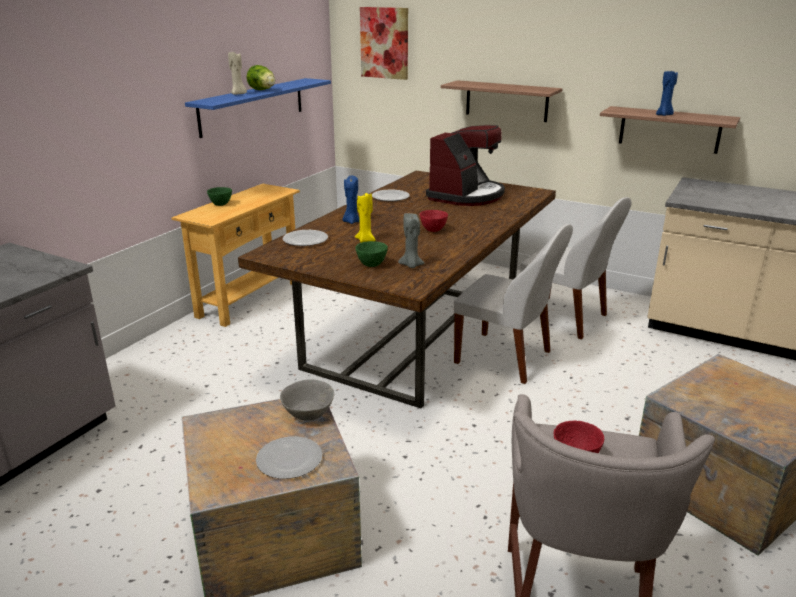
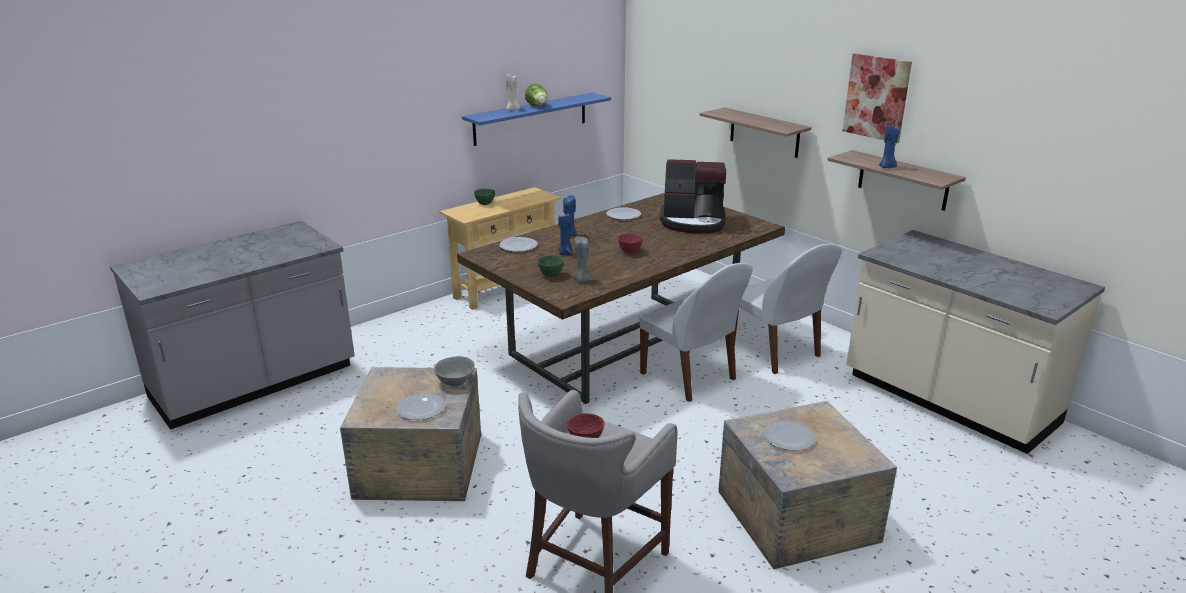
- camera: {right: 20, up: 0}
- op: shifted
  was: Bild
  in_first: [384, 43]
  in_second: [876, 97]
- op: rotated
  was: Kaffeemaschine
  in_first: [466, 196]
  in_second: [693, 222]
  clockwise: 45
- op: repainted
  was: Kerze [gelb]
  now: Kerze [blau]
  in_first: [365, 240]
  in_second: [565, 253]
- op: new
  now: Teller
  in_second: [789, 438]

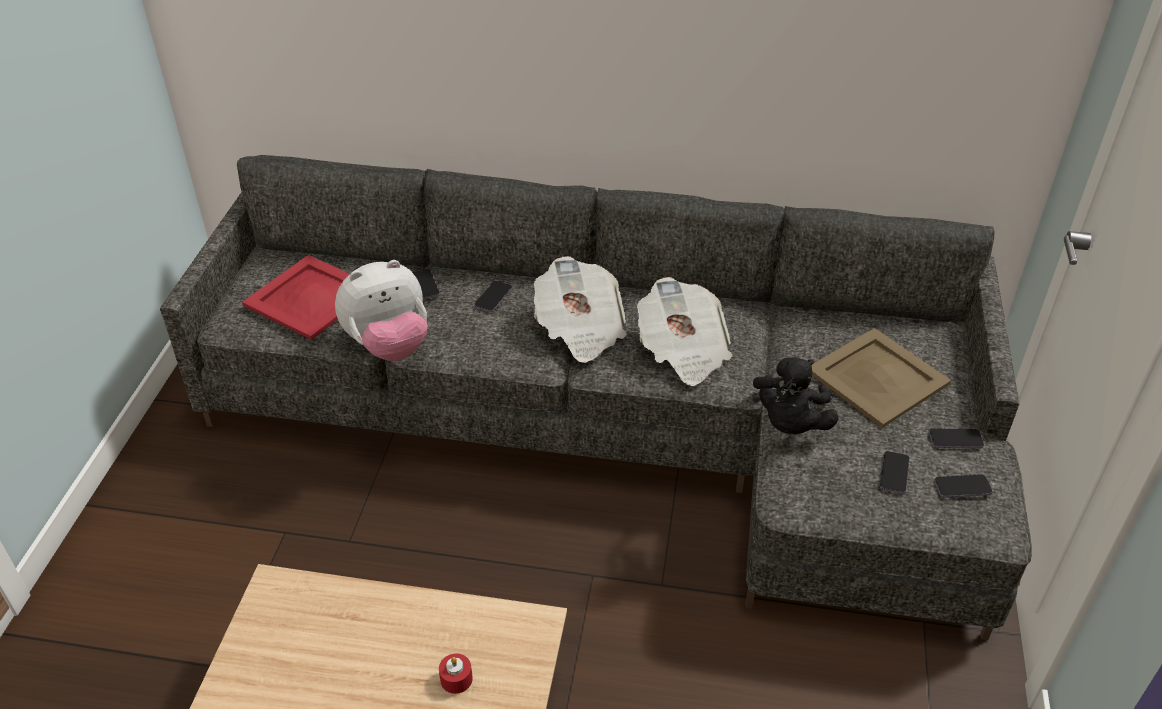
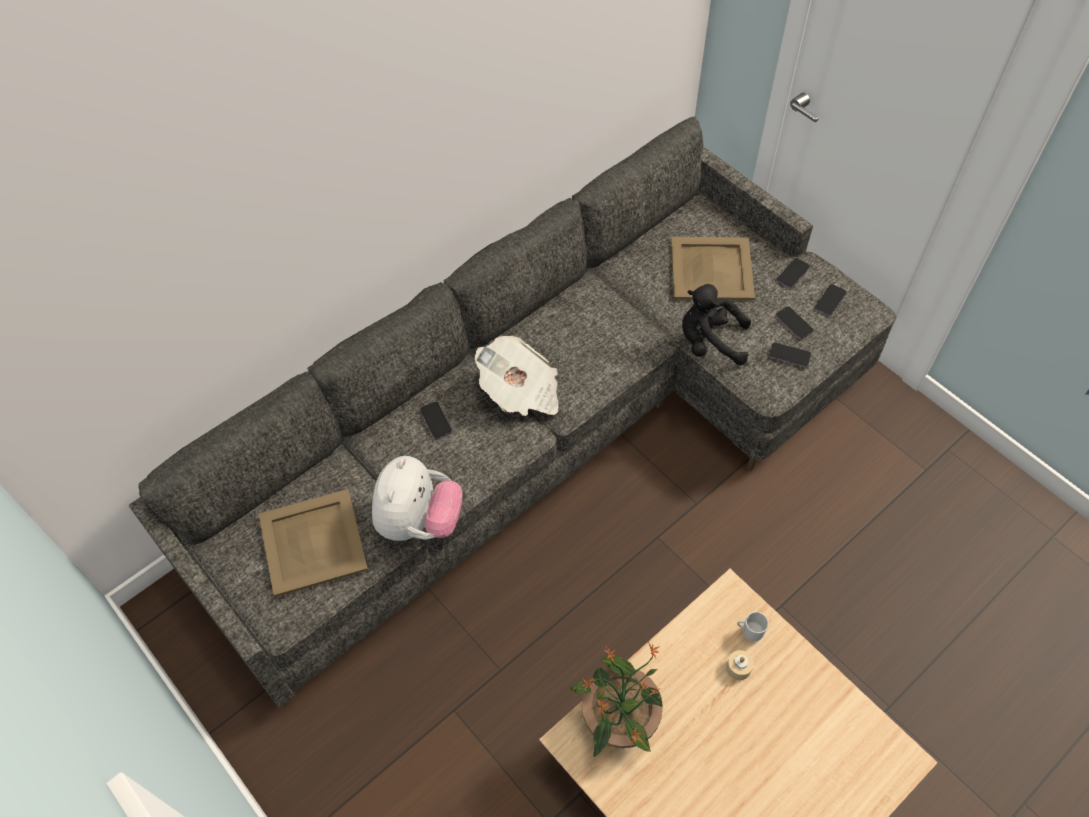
- camera: {right: -50, up: 15}
- op: repainted
  was: Tablett [rot]
  now: Tablett [beige]
  in_first: [310, 298]
  in_second: [314, 543]
- op: shifted
  was: Handy
  in_first: [425, 285]
  in_second: [789, 356]
- op: gone
  was: Zeitung
  in_first: [683, 351]
- op: rotated
  was: Plüschtier [schwarz]
  in_first: [790, 423]
  in_second: [709, 342]
  clockwise: 135
- op: repainted
  was: Kerze [rot]
  now: Kerze [beige]
  in_first: [456, 679]
  in_second: [738, 668]
- op: new
  now: Henkelbecher
  in_second: [750, 631]
- op: new
  now: Topfpflanze
  in_second: [618, 720]

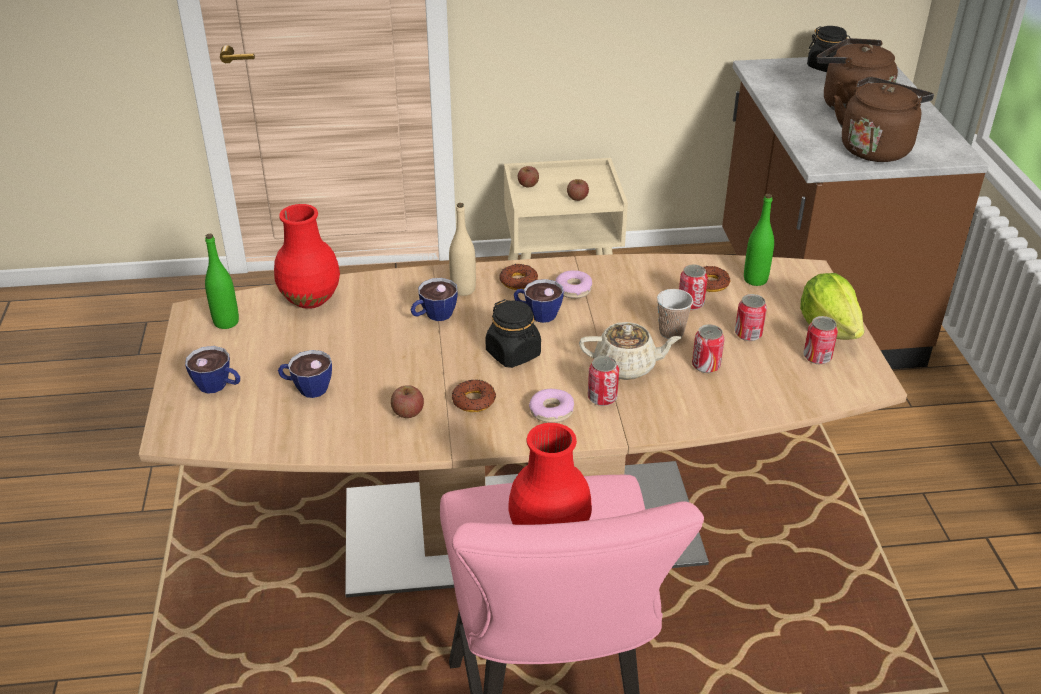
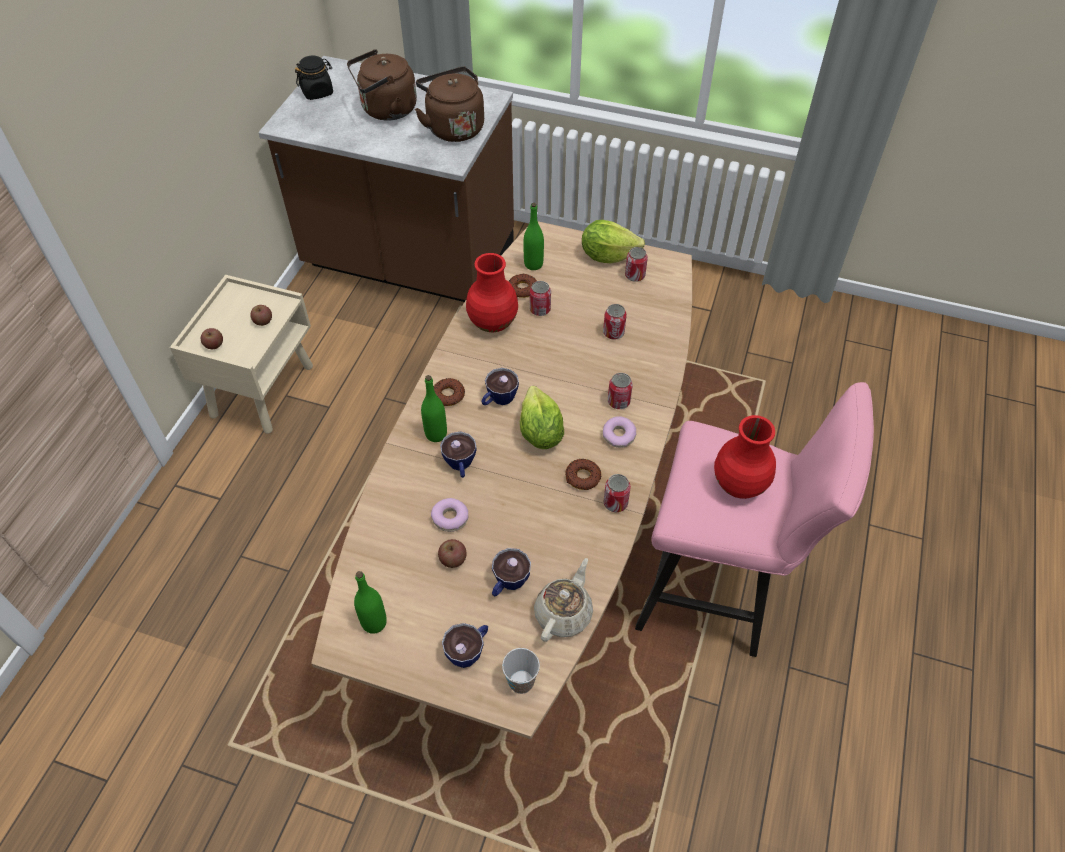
- camera: {right: -65, up: 15}
- op: repainted
  was: Flasche [beige]
  now: Flasche [grün]
  in_first: [463, 289]
  in_second: [436, 434]
- op: shifted
  was: Vase [rot]
  in_first: [311, 299]
  in_second: [493, 322]
- op: shifted
  was: Donut
  in_first: [573, 289]
  in_second: [450, 518]
- op: shifted
  was: Tasse
  in_first: [671, 332]
  in_second: [521, 682]
- op: shifted
  was: Dose
  in_first: [748, 334]
  in_second: [615, 503]
- op: swapped
  was: Vorratsglas [schwarz]
  now: Salatkopf
  in_first: [513, 354]
  in_second: [540, 433]
- op: shifted
  was: Teekanne [beige]
  in_first: [626, 366]
  in_second: [564, 613]
- op: shifted
  was: Apfel
  in_first: [408, 412]
  in_second: [453, 559]

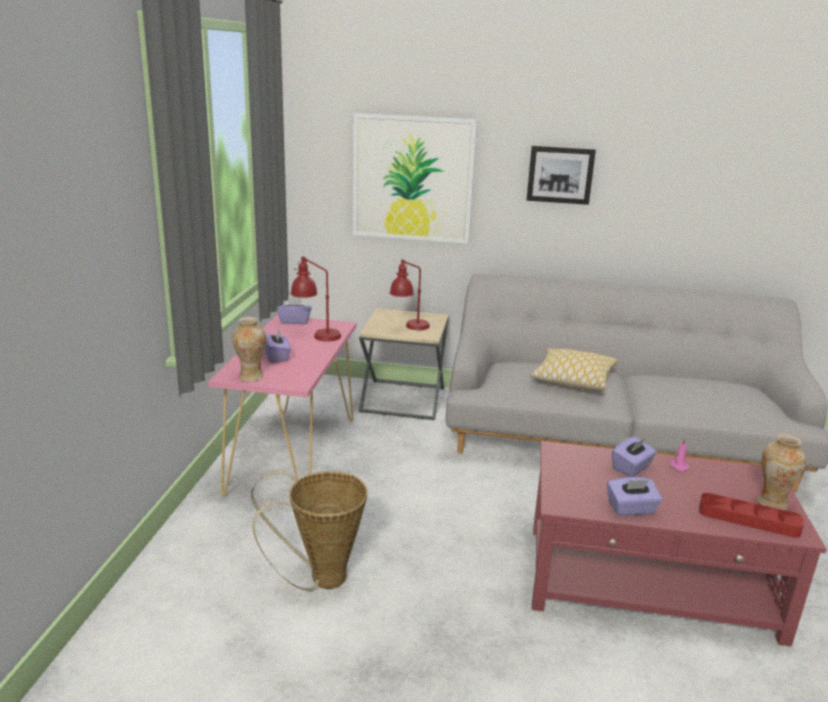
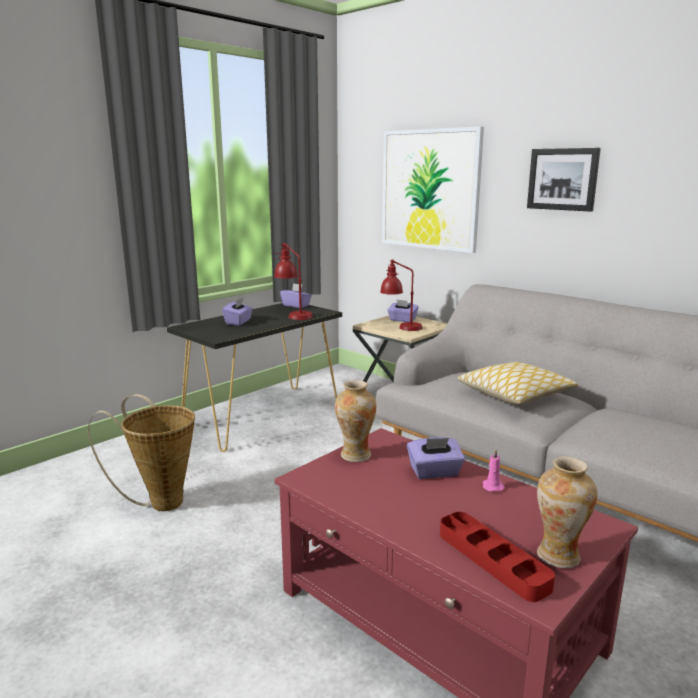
- camera: {right: 35, up: -5}
- op: repainted
  was: Konsolentisch [rosa]
  now: Konsolentisch [schwarz]
  in_first: [293, 454]
  in_second: [263, 416]
- op: shifted
  was: Vase
  in_first: [251, 377]
  in_second: [355, 455]
- op: shifted
  was: Taschentuchbox [lila]
  in_first: [631, 509]
  in_second: [402, 320]

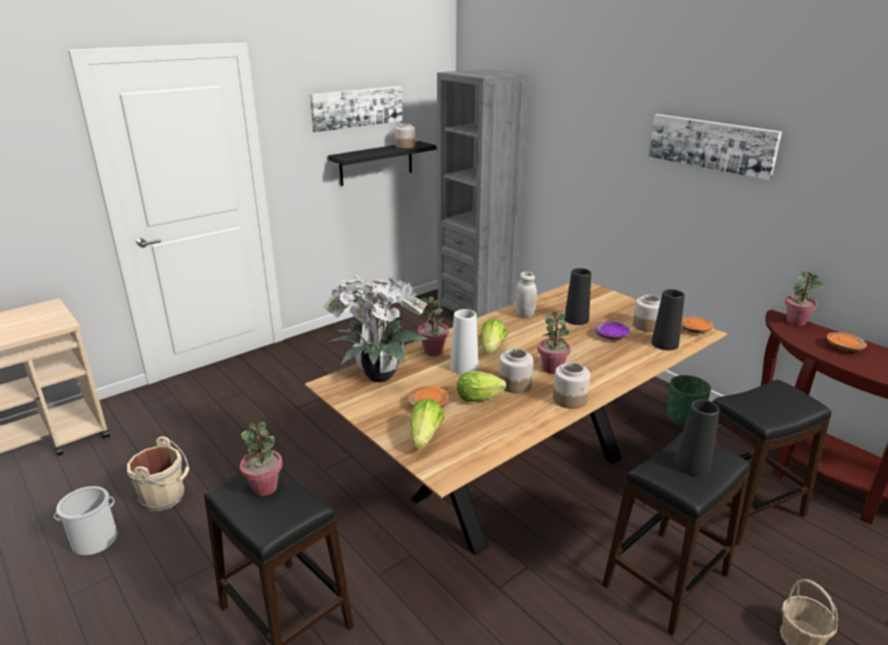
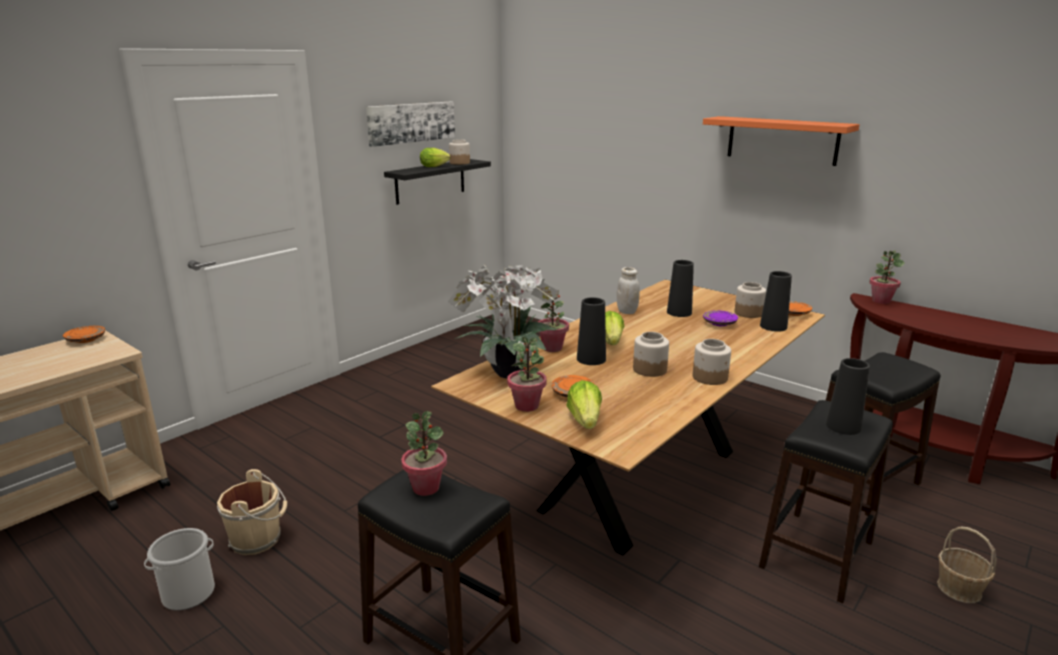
- camera: {right: -10, up: -5}
- op: gone
  was: Bücherregal [grau]
  in_first: [475, 311]
- op: swapped
  was: Bild
  now: Wandregal [orange]
  in_first: [711, 144]
  in_second: [782, 140]
- op: repainted
  was: Vase [weiß]
  now: Vase [schwarz]
  in_first: [464, 367]
  in_second: [591, 359]
- op: shifted
  was: Topfpflanze
  in_first: [552, 368]
  in_second: [527, 406]
- op: shifted
  was: Teller [orange]
  in_first: [844, 347]
  in_second: [86, 340]
- op: shifted
  was: Salatkopf
  in_first: [481, 398]
  in_second: [435, 166]
- op: gone
  was: Pflanzkübel [grün]
  in_first: [683, 418]

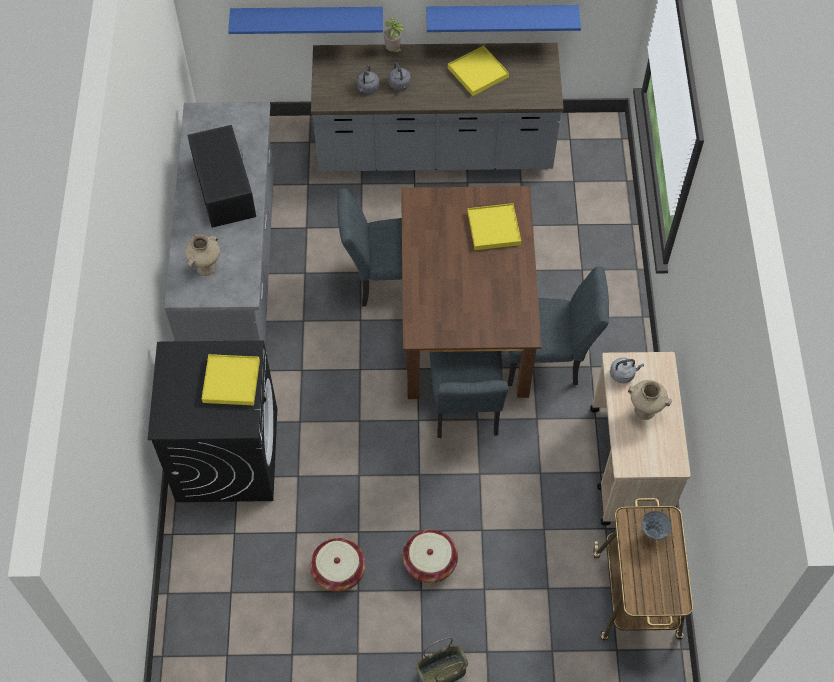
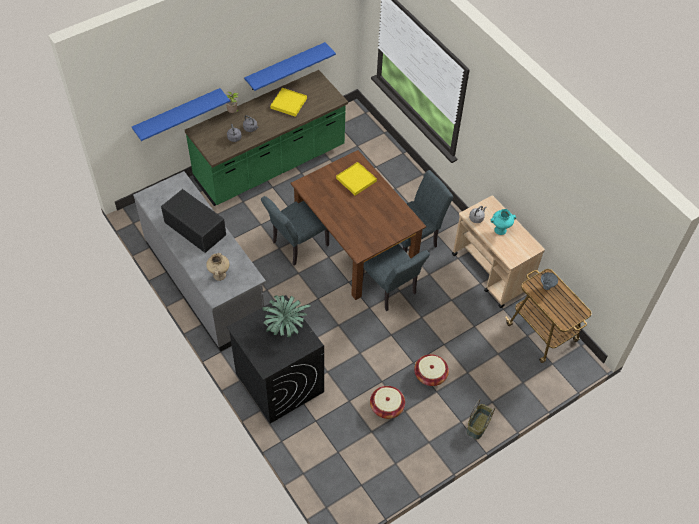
- camera: {right: -35, up: -5}
- op: repainted
  was: Küchenzeile [grau]
  now: Küchenzeile [grün]
  in_first: [434, 150]
  in_second: [270, 165]
- op: swapped
  was: Tablett [gelb]
  now: Topfpflanze
  in_first: [231, 381]
  in_second: [285, 325]
- op: repainted
  was: Vase [beige]
  now: Vase [türkis]
  in_first: [644, 411]
  in_second: [500, 230]

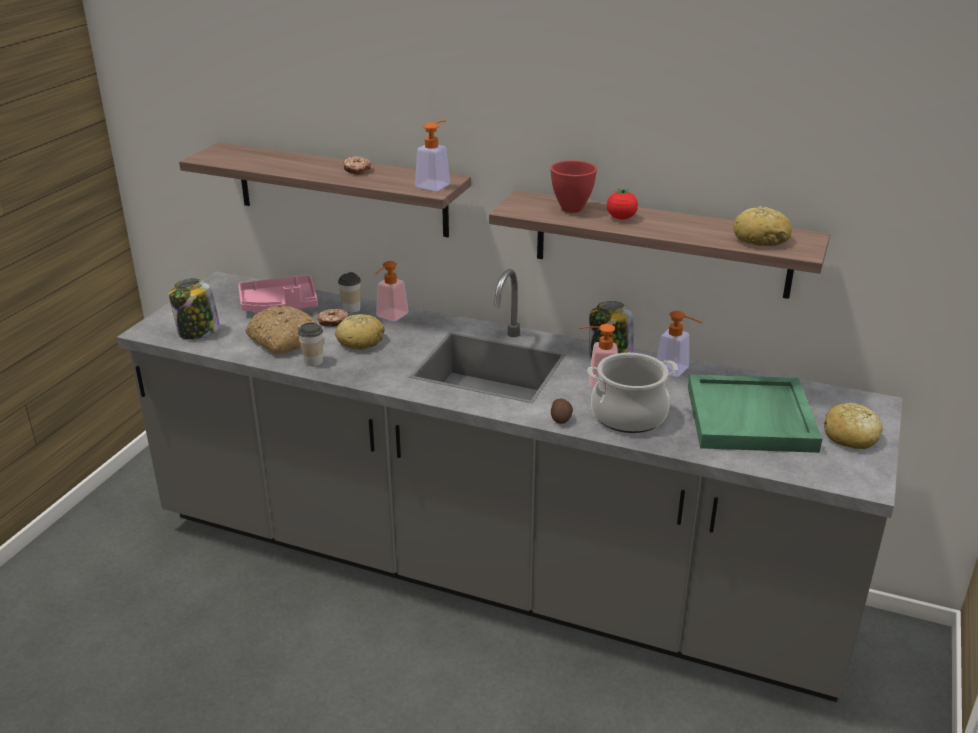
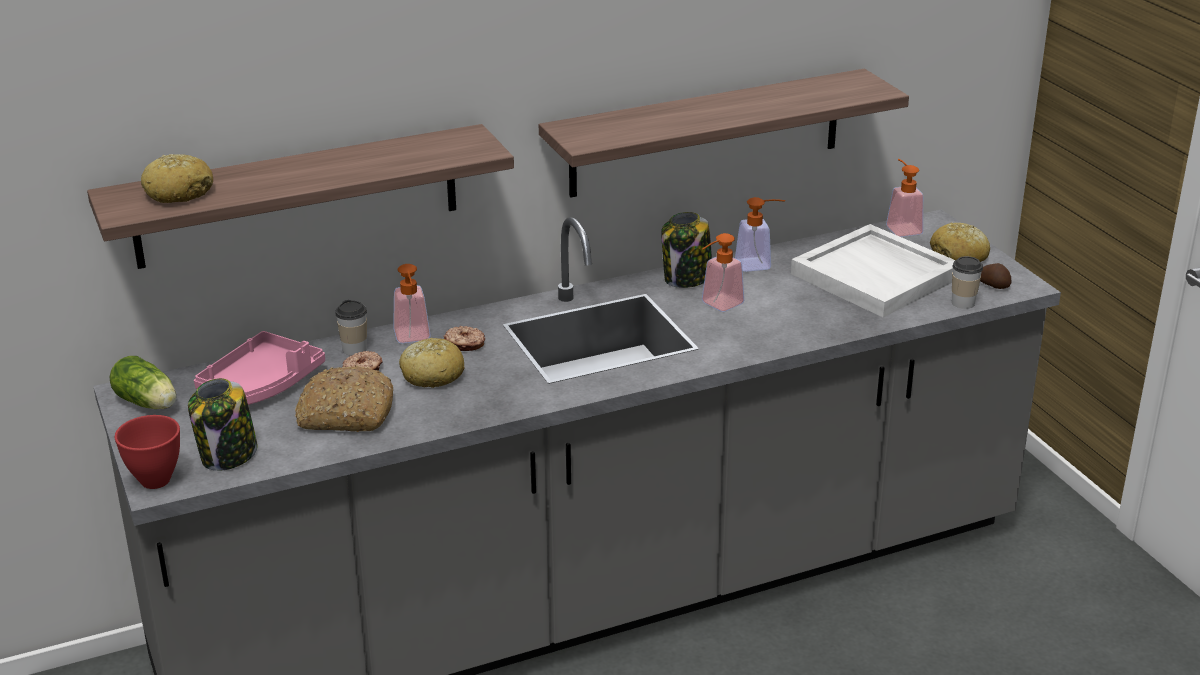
- camera: {right: -45, up: 0}
- op: shifted
  was: Seifenspender
  in_first: [436, 184]
  in_second: [901, 227]
- op: shifted
  was: Donut
  in_first: [357, 170]
  in_second: [464, 345]
- op: shifted
  was: Schüssel [rot]
  in_first: [573, 209]
  in_second: [156, 480]
- op: gone
  was: Tomate
  in_first: [621, 218]
- op: shifted
  was: Brot
  in_first: [761, 239]
  in_second: [179, 192]
- op: shifted
  was: Tasse
  in_first: [313, 361]
  in_second: [963, 303]
- op: gone
  was: Kochtopf
  in_first: [628, 416]
- op: repainted
  was: Tablett [grün]
  now: Tablett [weiß]
  in_first: [751, 419]
  in_second: [877, 276]
- op: shifted
  was: Kartoffel
  in_first: [561, 418]
  in_second: [993, 285]
- op: new
  now: Salatkopf
  in_second: [148, 404]

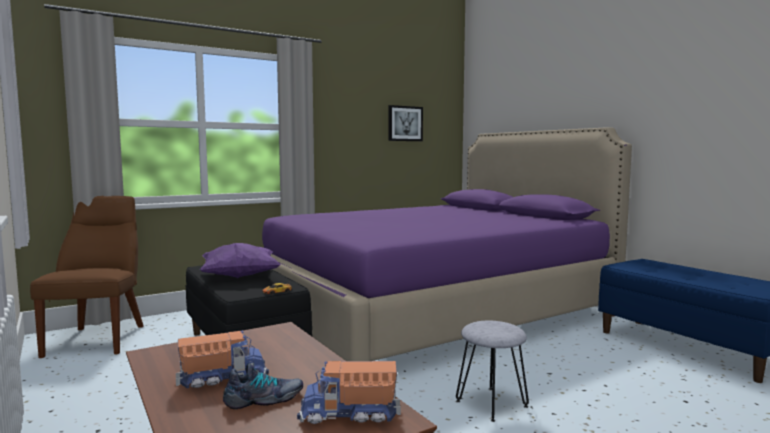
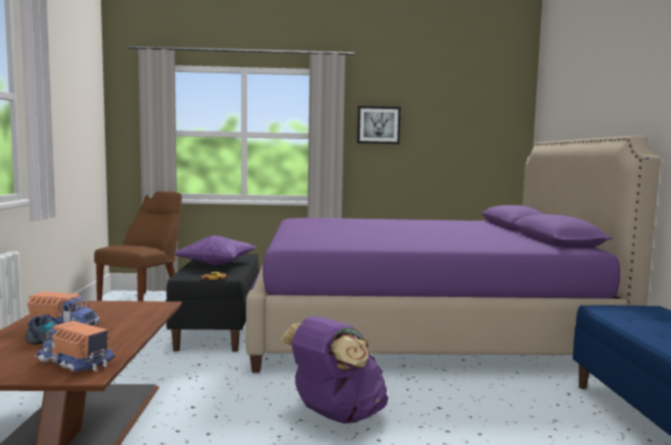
- camera: {right: 30, up: 0}
- op: shifted
  was: Bild
  in_first: [405, 123]
  in_second: [378, 125]
- op: swapped
  was: Hocker [grau]
  now: Rucksack [lila]
  in_first: [491, 404]
  in_second: [335, 415]

